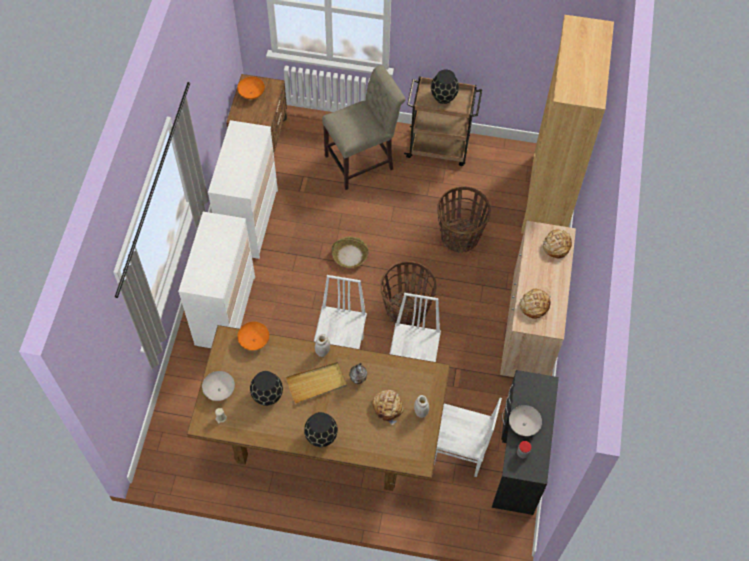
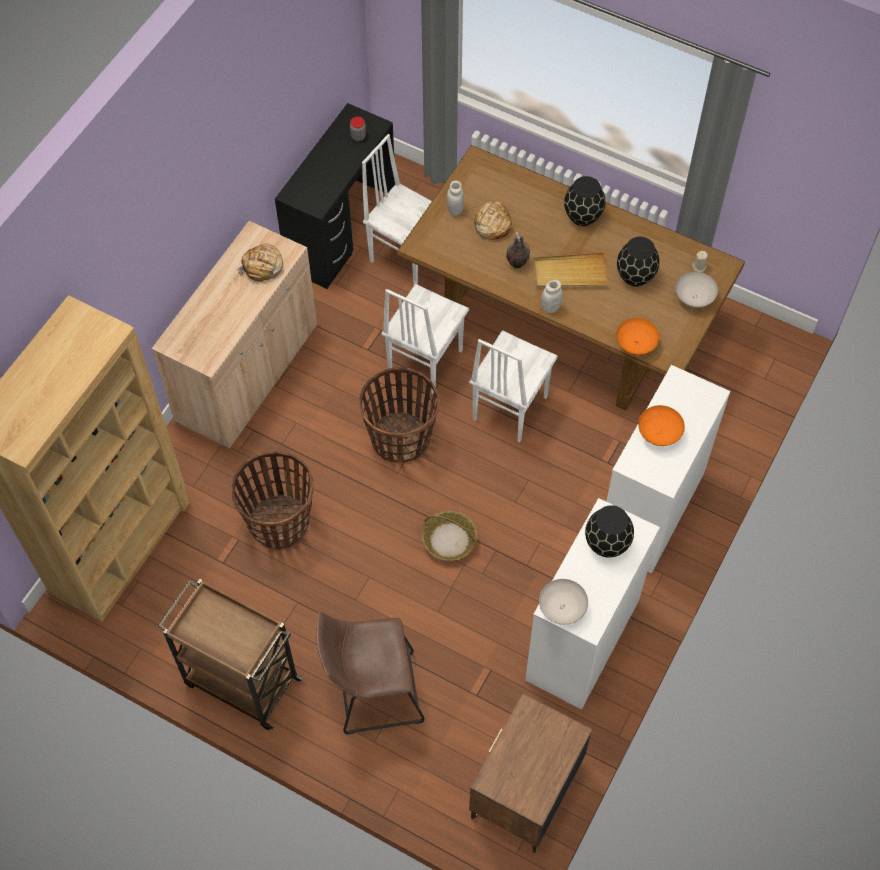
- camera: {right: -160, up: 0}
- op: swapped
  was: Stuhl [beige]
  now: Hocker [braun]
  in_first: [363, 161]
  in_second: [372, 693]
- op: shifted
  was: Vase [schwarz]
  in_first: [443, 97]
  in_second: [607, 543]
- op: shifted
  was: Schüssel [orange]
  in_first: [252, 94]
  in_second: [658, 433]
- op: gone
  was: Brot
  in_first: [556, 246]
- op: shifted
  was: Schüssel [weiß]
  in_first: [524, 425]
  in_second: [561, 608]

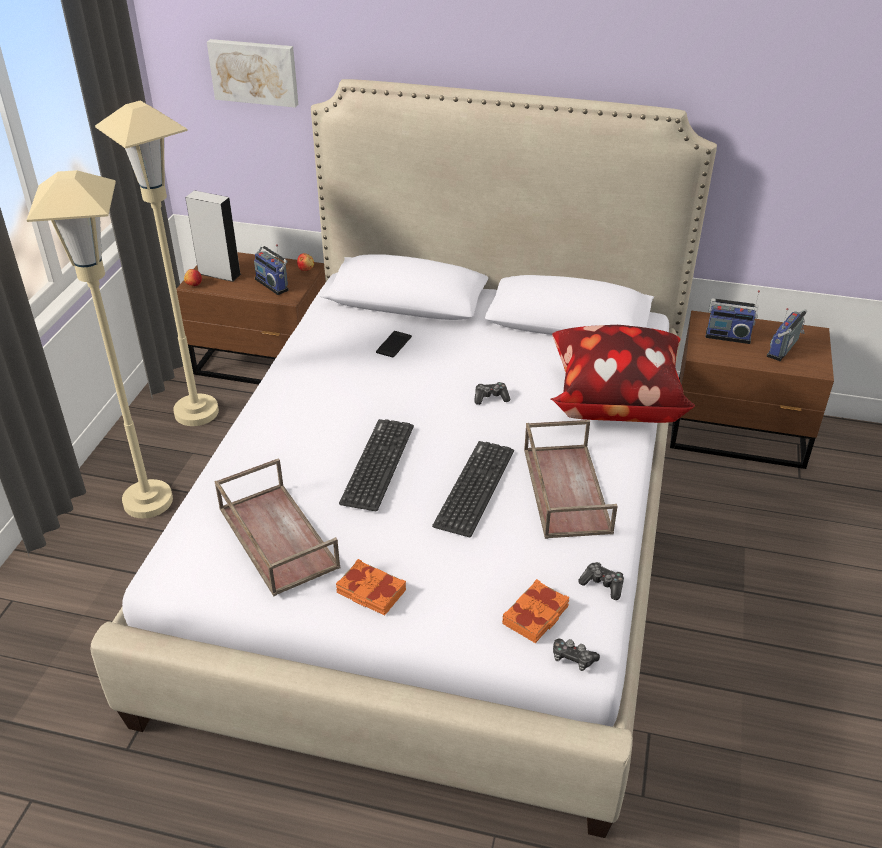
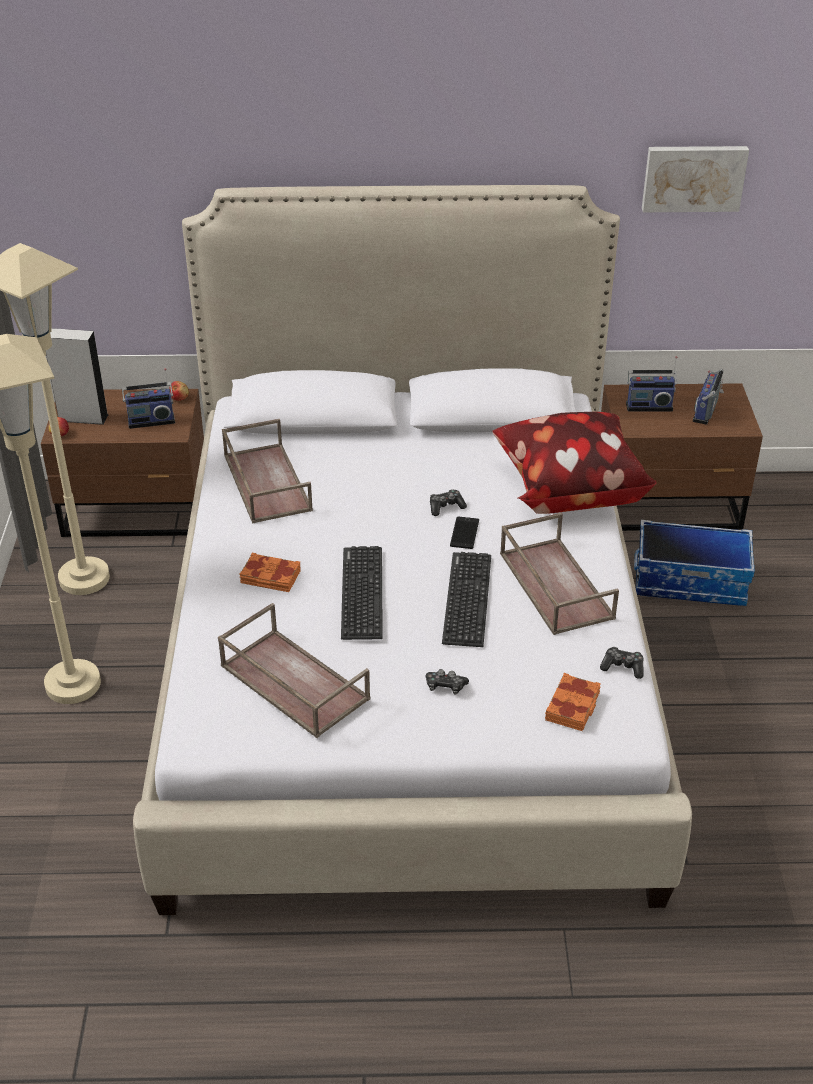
- camera: {right: -15, up: 0}
- op: shifted
  was: Bild
  in_first: [254, 72]
  in_second: [693, 177]
- op: rotated
  was: Radio
  in_first: [273, 284]
  in_second: [151, 420]
  clockwise: -45
- op: shifted
  was: Handy
  in_first: [394, 344]
  in_second: [464, 533]
- op: shifted
  was: Buch [orange]
  in_first: [371, 592]
  in_second: [270, 577]
- op: shifted
  was: Gamepad
  in_first: [573, 658]
  in_second: [445, 686]
- op: new
  now: Tablett [braun]
  in_second: [265, 482]
- op: new
  now: Aufbewahrungsbox
  in_second: [690, 581]

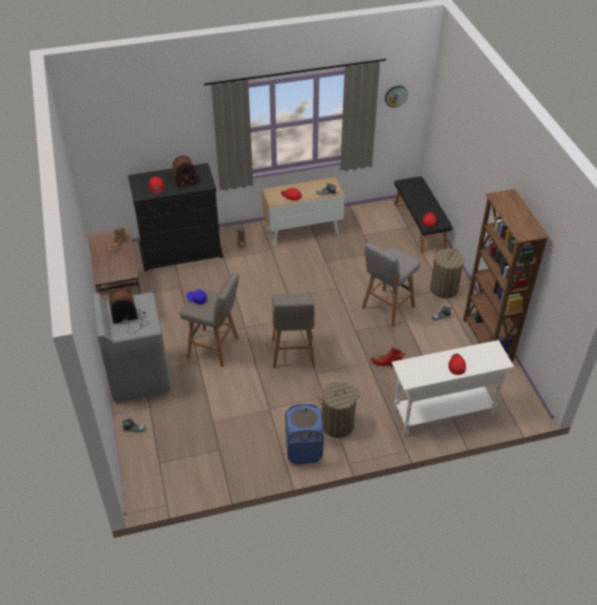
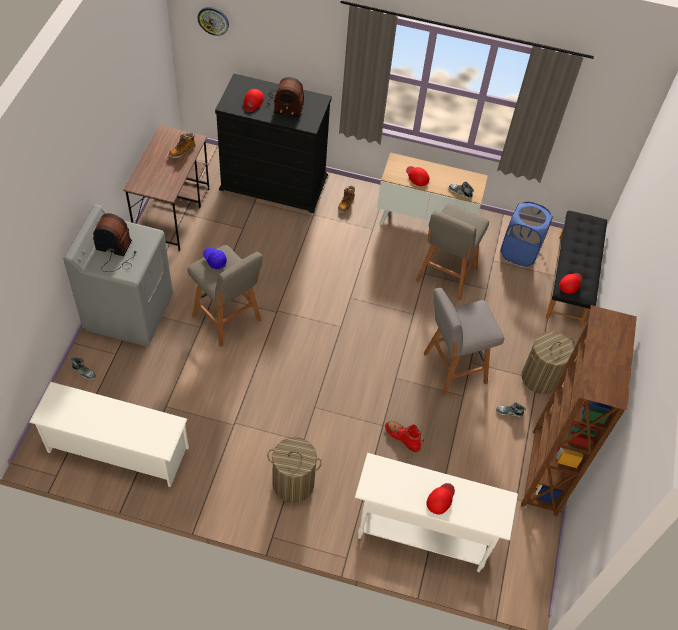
- camera: {right: 25, up: 10}
- op: shifted
  was: Wanduhr
  in_first: [395, 96]
  in_second: [213, 20]
- op: shifted
  was: Hocker [grau]
  in_first: [293, 354]
  in_second: [445, 276]
- op: shifted
  was: Wäschekorb [blau]
  in_first: [304, 450]
  in_second: [519, 252]
- op: new
  now: Schuhregal [weiß]
  in_second: [117, 450]

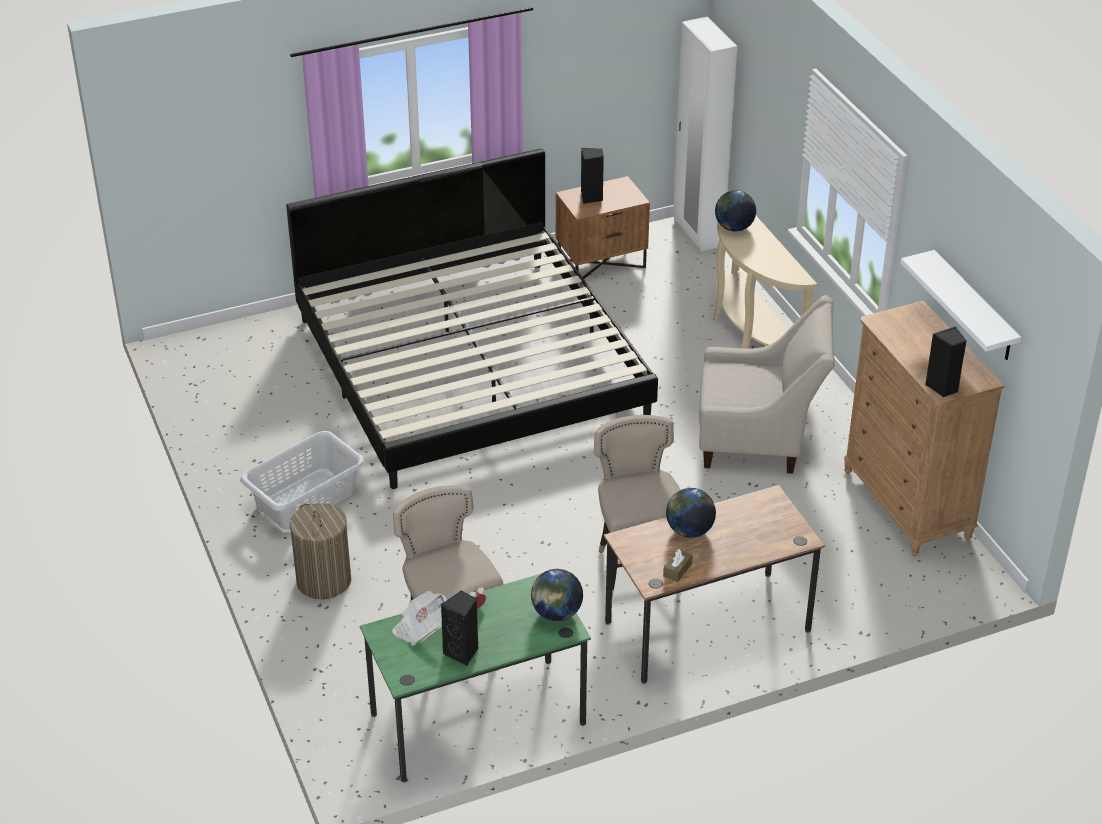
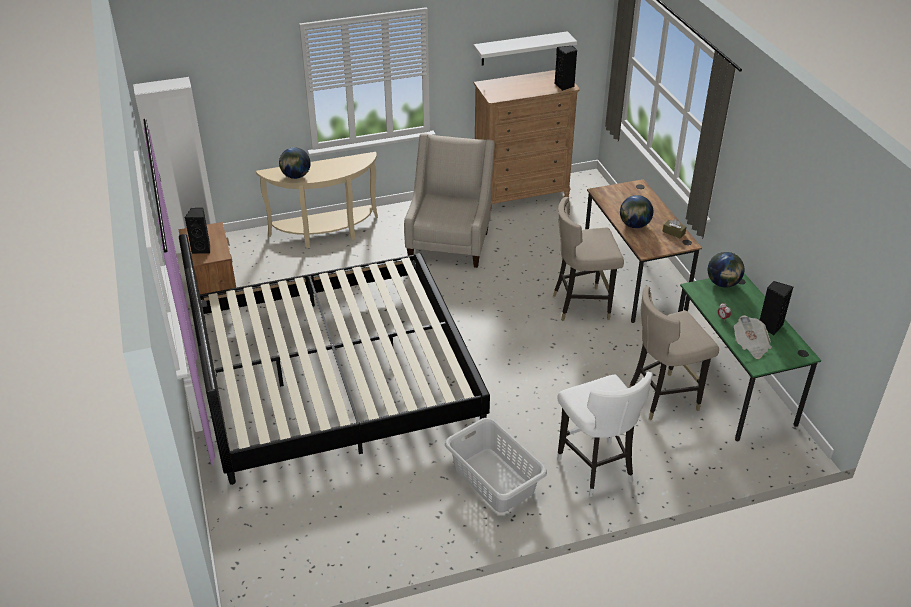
- camera: {right: -85, up: 0}
- op: swapped
  was: Wäschekorb
  now: Hocker [weiß]
  in_first: [323, 580]
  in_second: [595, 468]

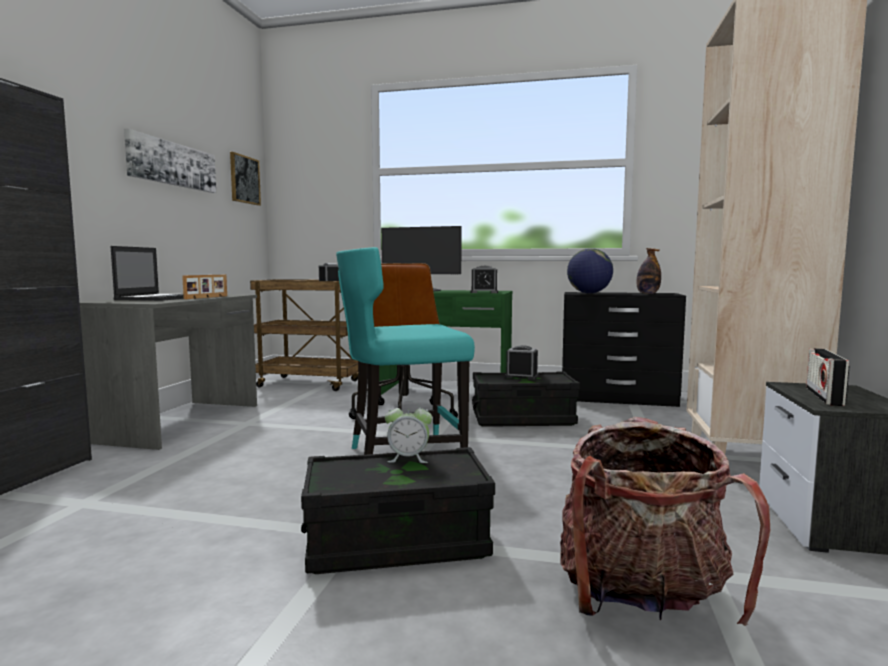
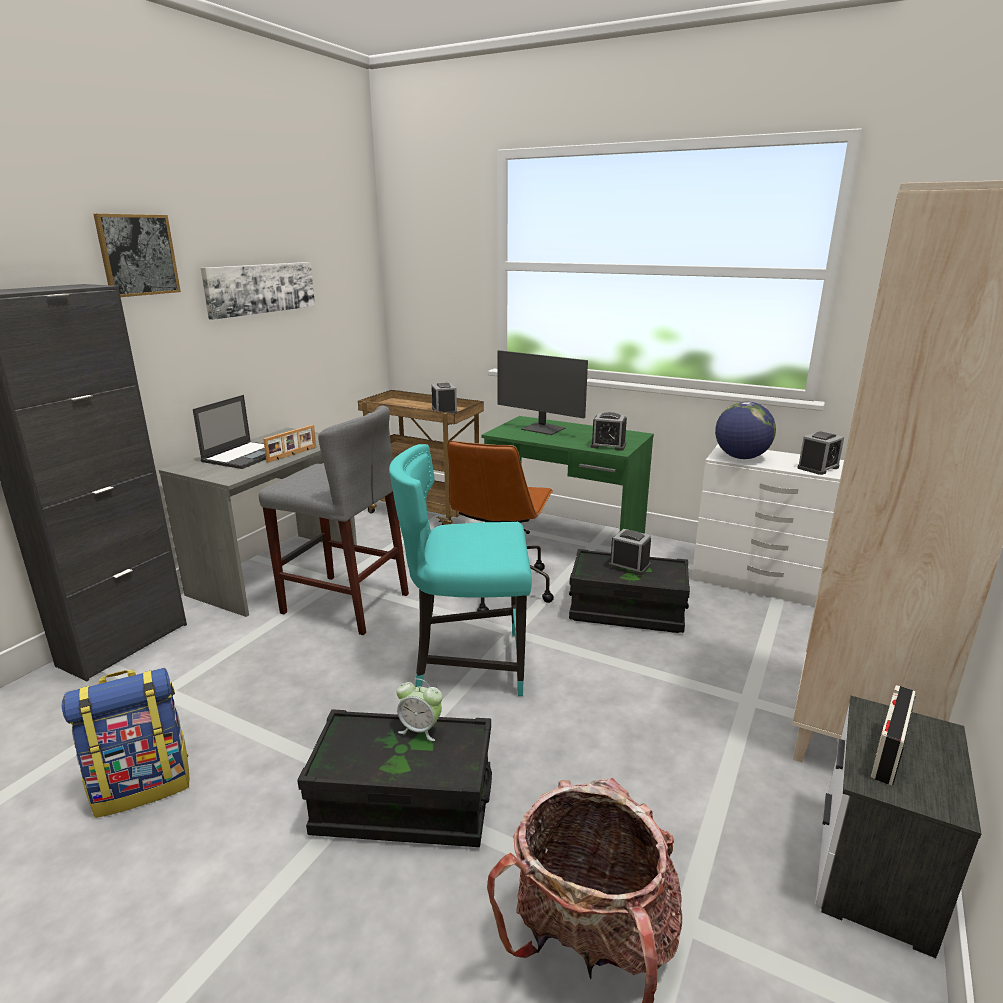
- camera: {right: 15, up: 15}
- op: shifted
  was: Bild
  in_first: [244, 179]
  in_second: [138, 255]
- op: swapped
  was: Flasche
  now: Wecker
  in_first: [647, 293]
  in_second: [818, 468]
- op: repainted
  was: Kommode [schwarz]
  now: Kommode [weiß]
  in_first: [618, 398]
  in_second: [765, 583]
- op: new
  now: Hocker [grau]
  in_second: [345, 603]
- op: new
  now: Rucksack
  in_second: [143, 785]

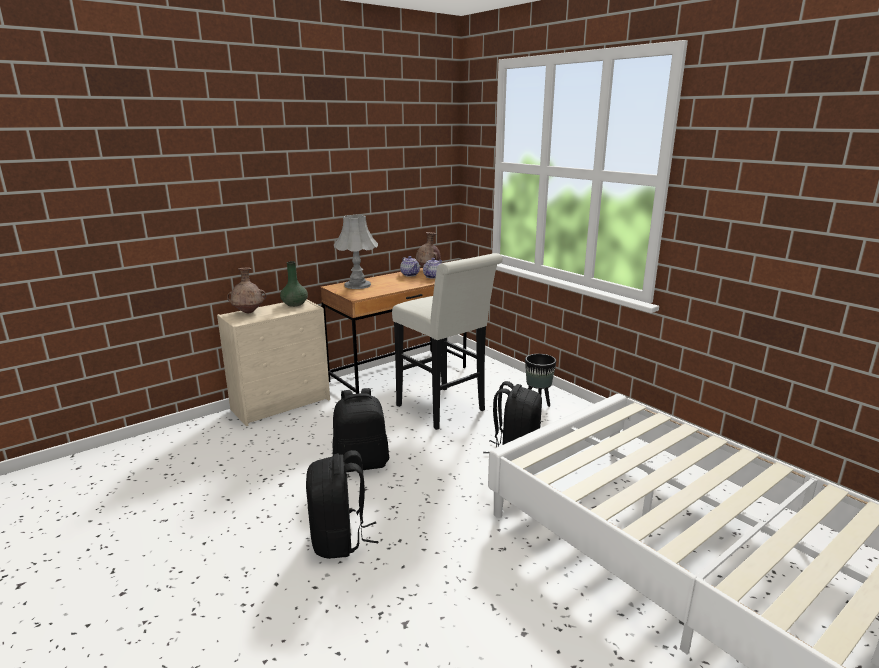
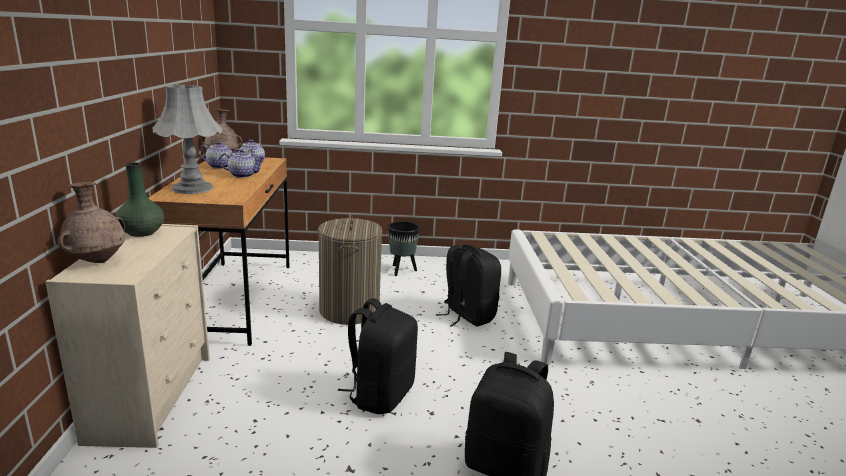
- camera: {right: -55, up: 0}
- op: swapped
  was: Hocker [weiß]
  now: Wäschekorb
  in_first: [444, 410]
  in_second: [349, 310]
- op: new
  now: Teekanne
  in_second: [243, 175]

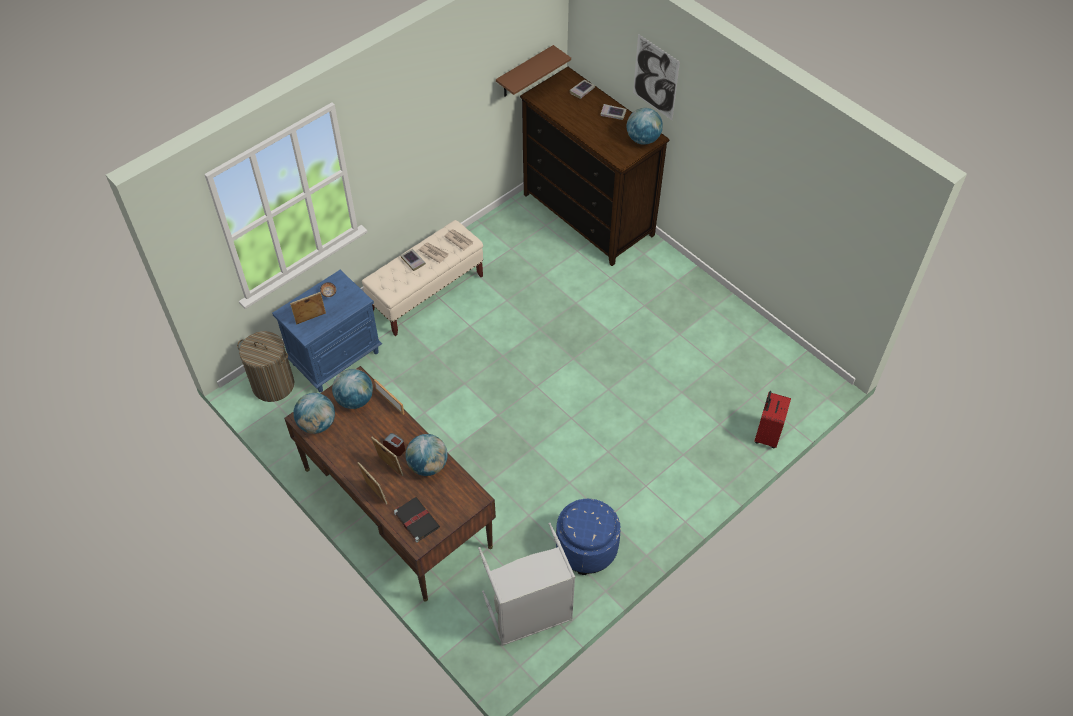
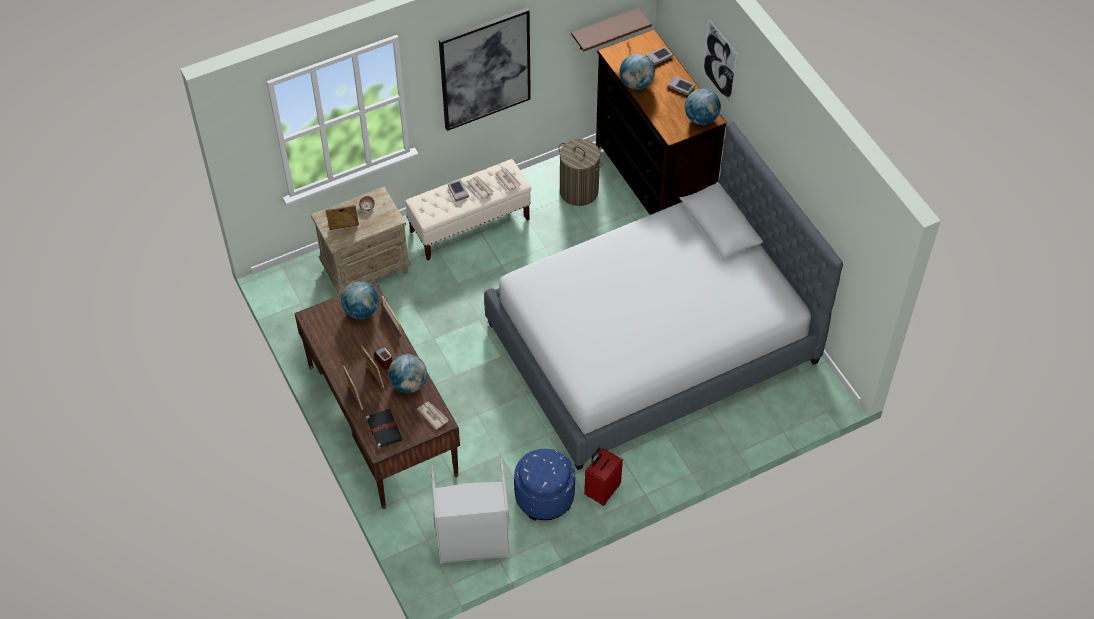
- camera: {right: 15, up: 0}
- op: repainted
  was: Nachttisch [blau]
  now: Nachttisch [beige]
  in_first: [336, 357]
  in_second: [366, 269]
- op: shifted
  was: Wäschekorb
  in_first: [273, 385]
  in_second: [579, 191]
- op: shifted
  was: Koffer [rot]
  in_first: [766, 435]
  in_second: [602, 490]
- op: shifted
  was: Globus
  in_first: [317, 424]
  in_second: [636, 84]
- op: new
  now: Bild
  in_second: [485, 69]
- op: new
  now: Bett
  in_second: [652, 343]
- op: new
  now: Zeitung
  in_second: [433, 415]

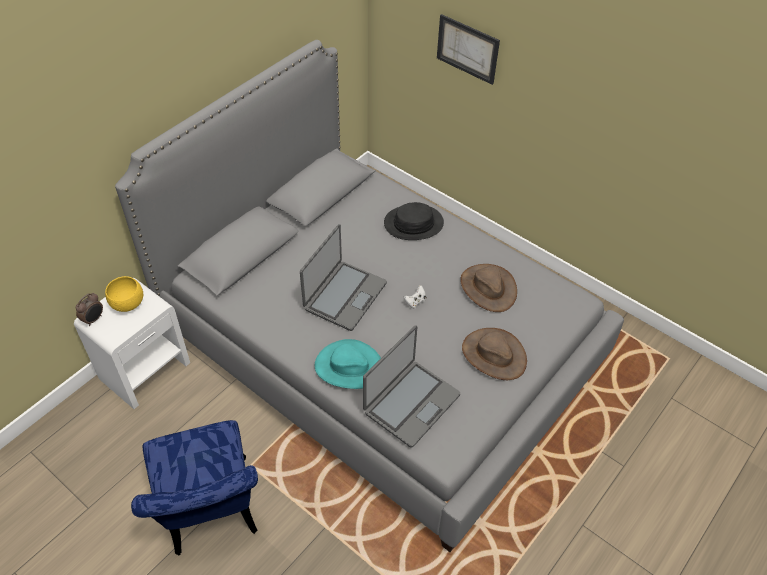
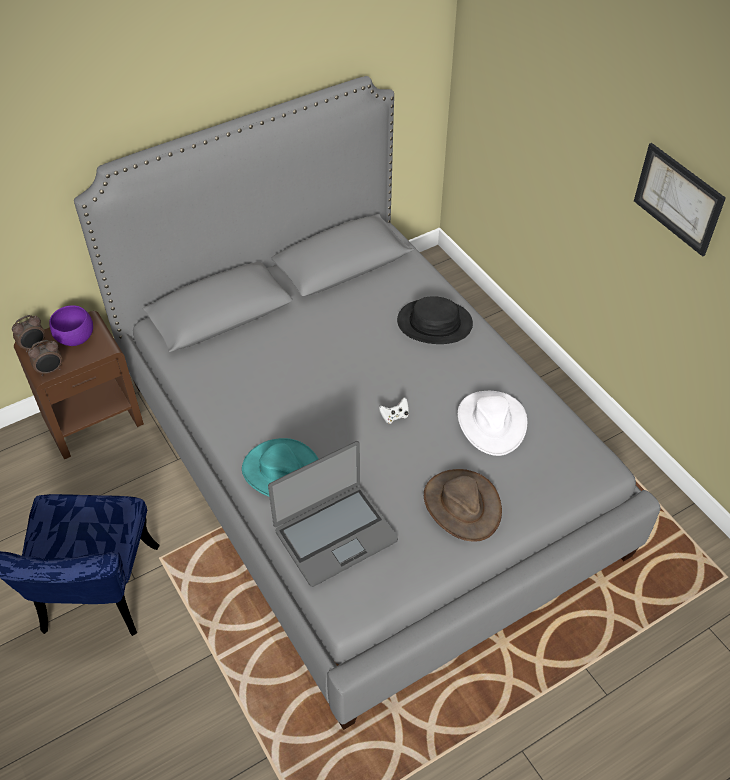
- camera: {right: 20, up: 0}
- op: shifted
  was: Bild
  in_first: [467, 49]
  in_second: [678, 198]
- op: gone
  was: Laptop
  in_first: [344, 296]
- op: repainted
  was: Hut [braun]
  now: Hut [weiß]
  in_first: [488, 288]
  in_second: [491, 422]
- op: repainted
  was: Schüssel [gelb]
  now: Schüssel [lila]
  in_first: [128, 304]
  in_second: [76, 339]
- op: repainted
  was: Nachttisch [weiß]
  now: Nachttisch [braun]
  in_first: [145, 370]
  in_second: [93, 419]
- op: new
  now: Wecker
  in_second: [50, 370]

